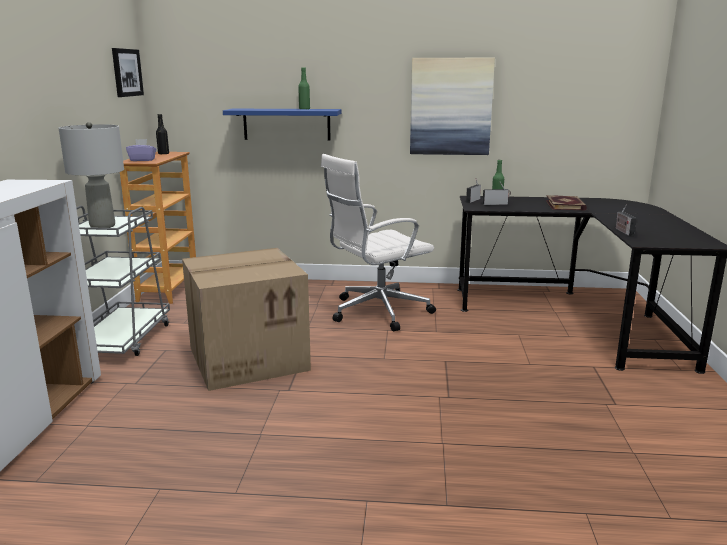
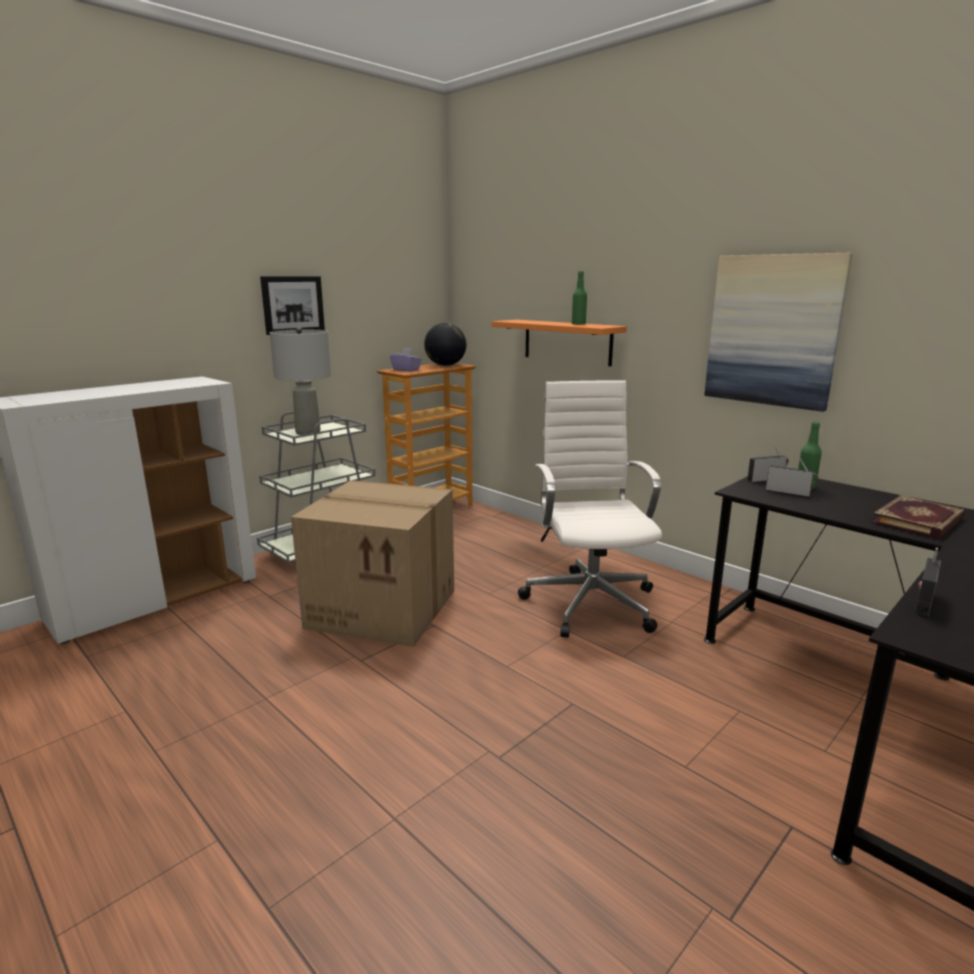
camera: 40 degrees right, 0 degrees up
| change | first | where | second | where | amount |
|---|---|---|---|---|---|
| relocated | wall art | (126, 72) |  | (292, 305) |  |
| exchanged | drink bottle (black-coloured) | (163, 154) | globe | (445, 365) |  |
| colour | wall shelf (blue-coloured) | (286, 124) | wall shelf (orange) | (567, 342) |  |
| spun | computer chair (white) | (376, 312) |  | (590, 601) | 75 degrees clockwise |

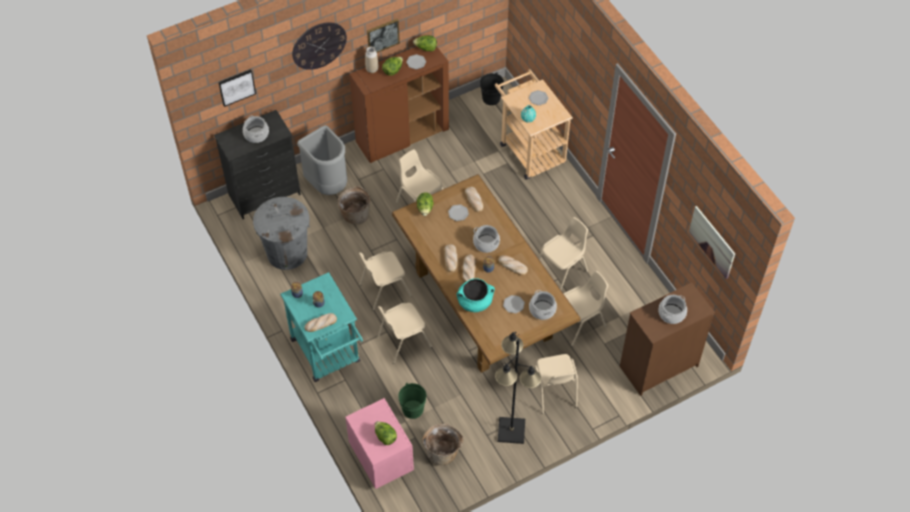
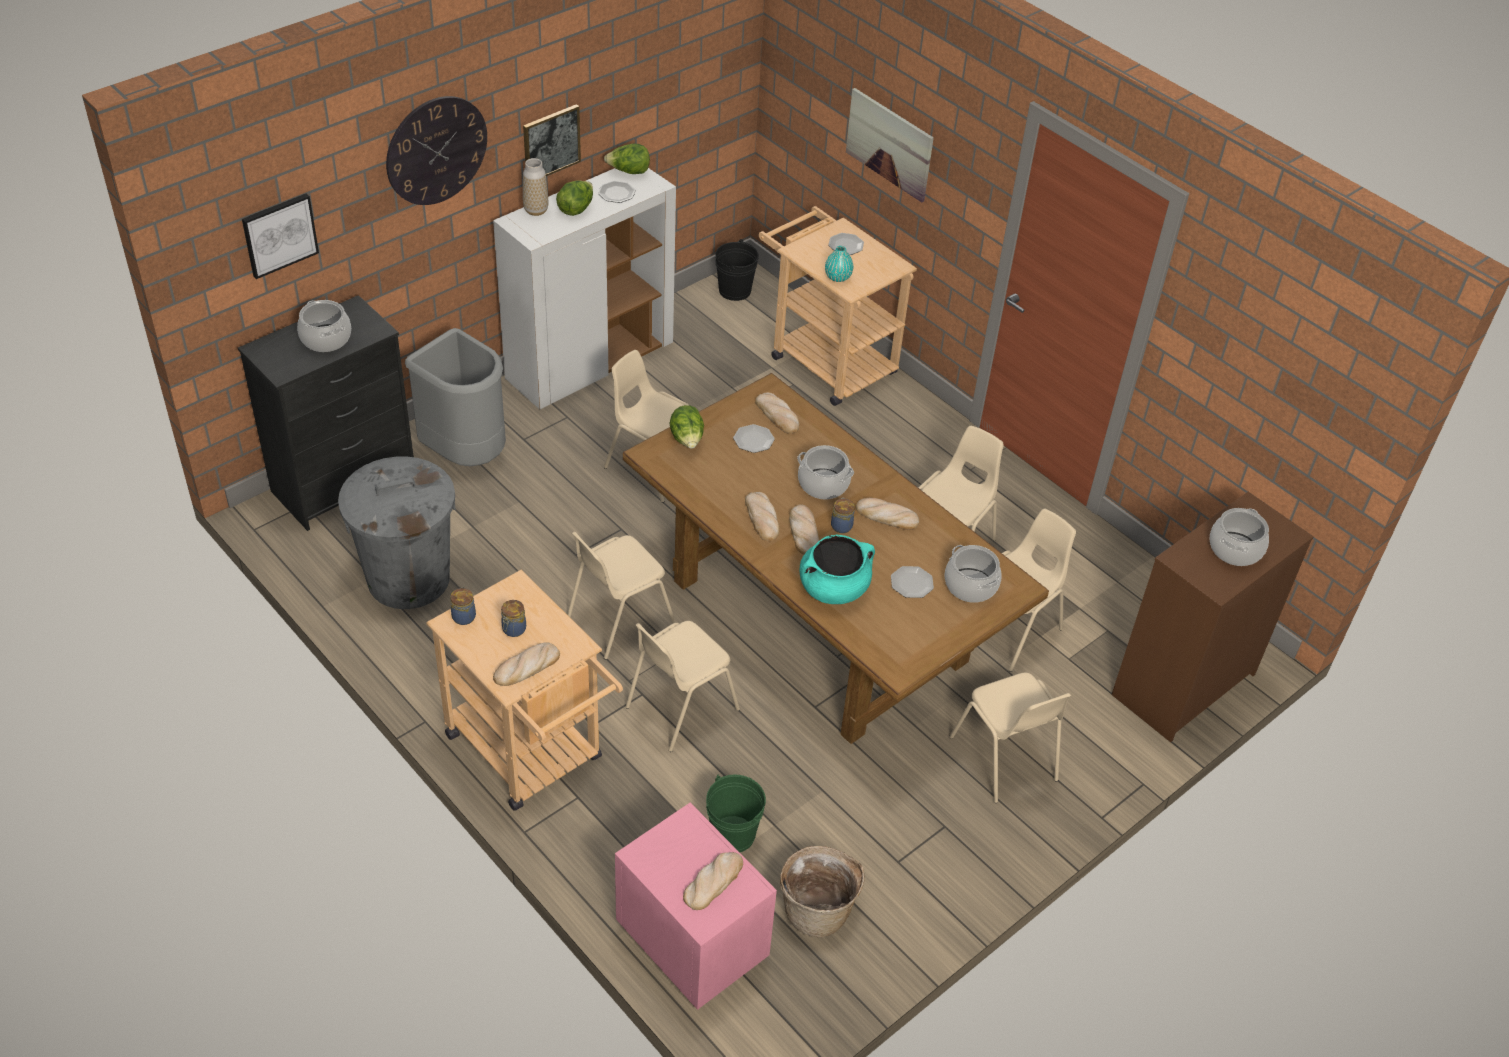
camera: 15 degrees left, 10 degrees down
| change | first | where | second | where | amount |
|---|---|---|---|---|---|
| missing | storage basket | (355, 214) |  |  |  |
| missing | standing lamp (black-coloured) | (511, 430) |  |  |  |
| relocated | wall art | (712, 242) |  | (889, 144) |  |
| exchanged | lettuce | (385, 437) | bread | (713, 882) |  |
| colour | wheeled cart (turquoise) | (328, 355) | wheeled cart (beige) | (532, 755) |  |
| colour | storage cabinet (brown) | (402, 136) | storage cabinet (white) | (590, 362) |  |

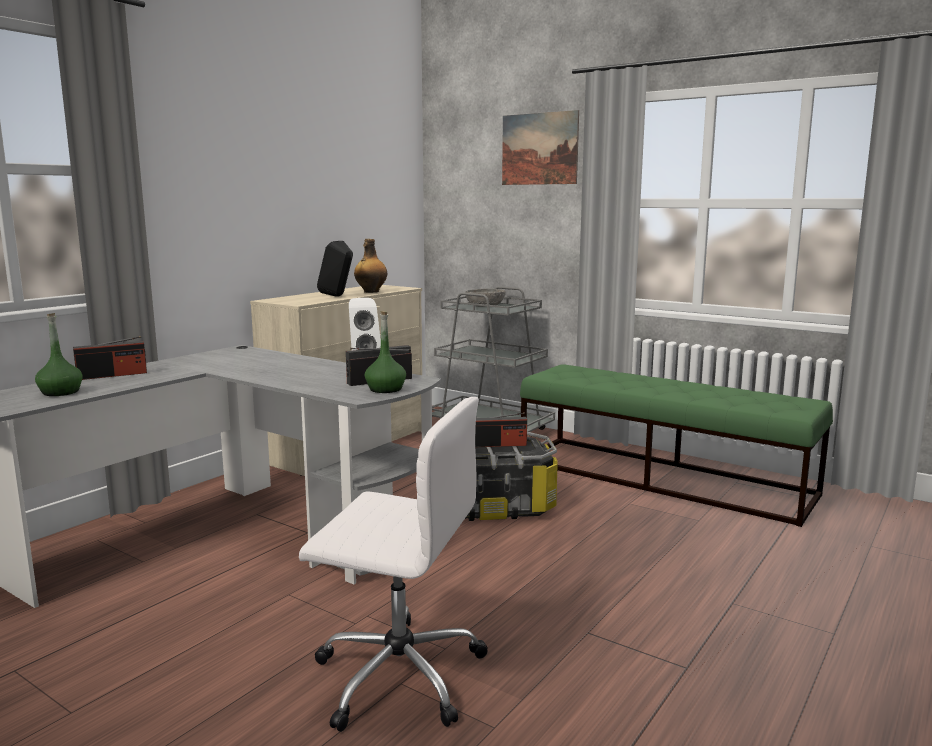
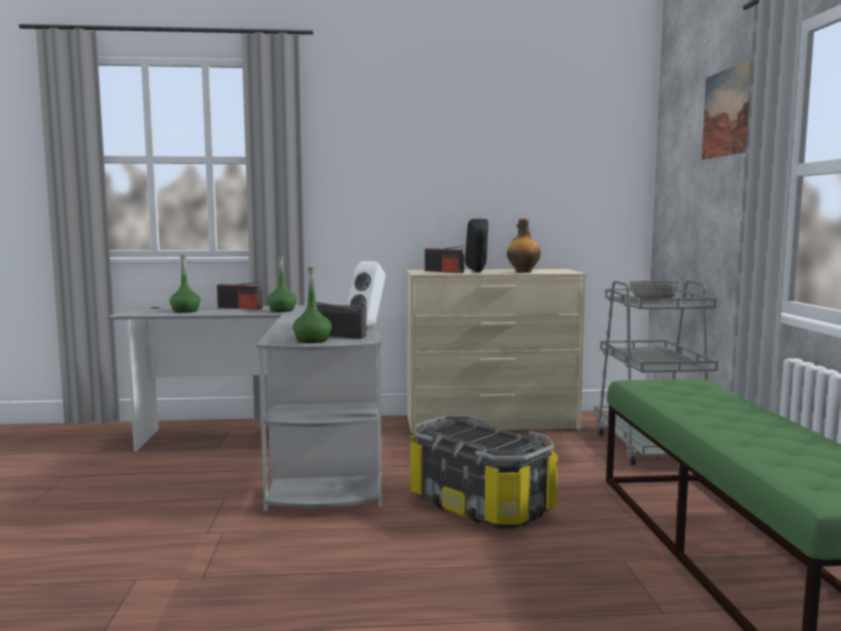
camera: 50 degrees right, 5 degrees down
| change | first | where | second | where | amount |
|---|---|---|---|---|---|
| missing | computer chair (white) | (397, 674) |  |  |  |
| appeared |  |  | drink bottle (green) | (282, 310) |  |
| relocated | radio set | (498, 445) |  | (444, 271) |  |

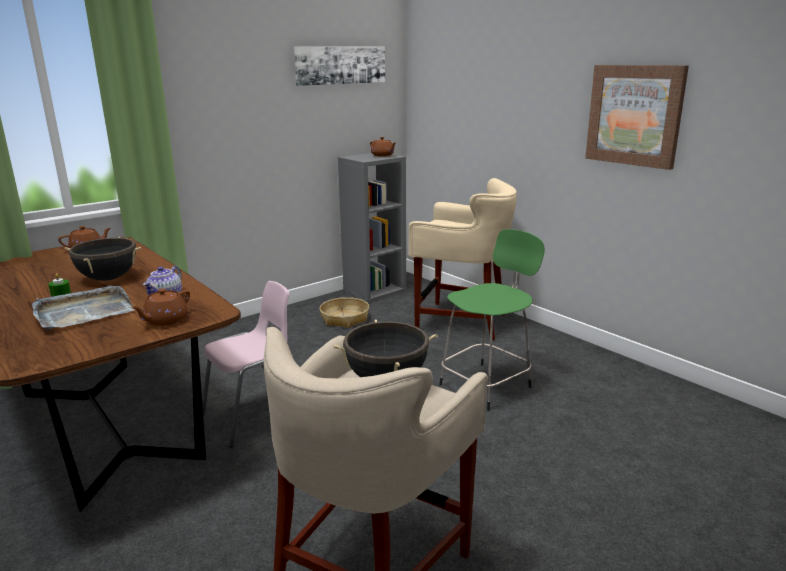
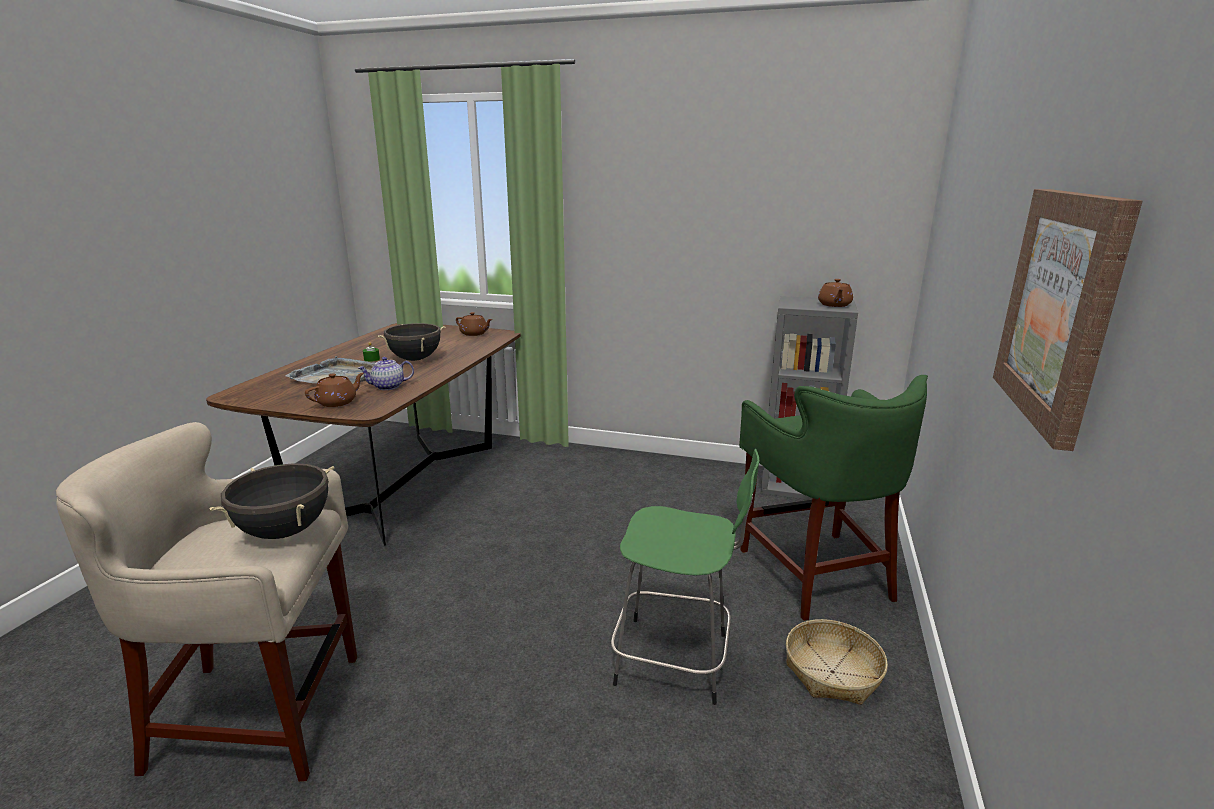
camera: 55 degrees right, 0 degrees up
| change | first | where | second | where | amount |
|---|---|---|---|---|---|
| missing | plain chair (pink-coloured) | (255, 416) |  |  |  |
| missing | wall art | (340, 65) |  |  |  |
| relocated | storage basket | (345, 319) |  | (833, 672) |  |
| colour | stool seat (beige) | (460, 321) | stool seat (green) | (816, 572) |  |
| spun | teapot (brown) | (165, 320) |  | (338, 402) | 135 degrees clockwise |

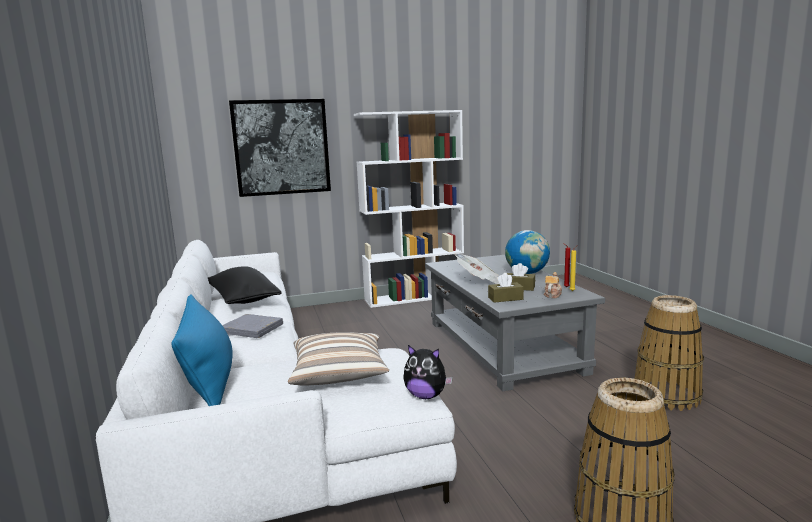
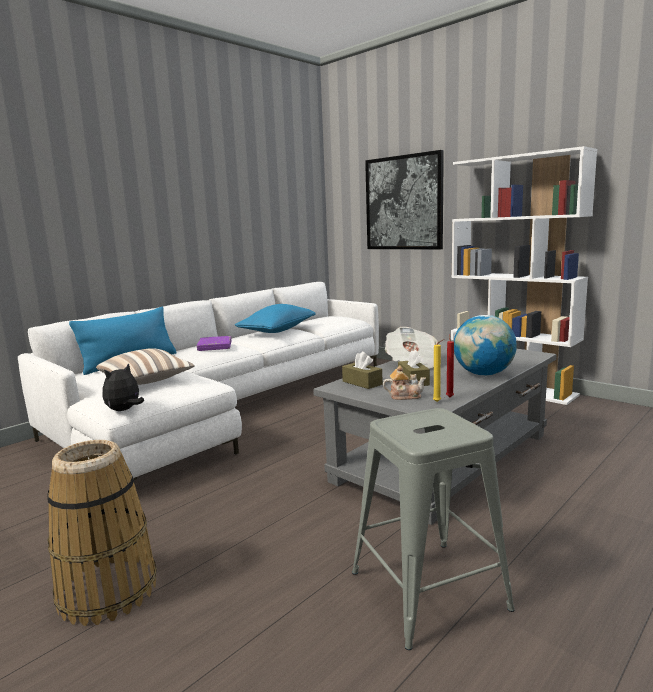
camera: 60 degrees right, 0 degrees up
| change | first | where | second | where | amount |
|---|---|---|---|---|---|
| exchanged | storage basket | (666, 395) | stool seat (greyish) | (428, 591) |  |
| colour | pillow (black-coloured) | (242, 300) | pillow (blue-coloured) | (277, 331) |  |
| colour | book (greyish) | (252, 330) | book (purplish) | (214, 346) |  |
| spun | plush toy | (426, 396) |  | (124, 410) | 45 degrees clockwise |

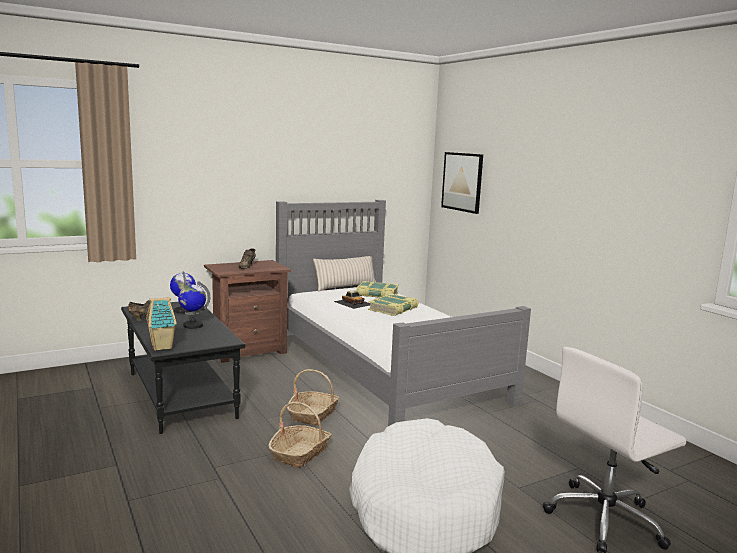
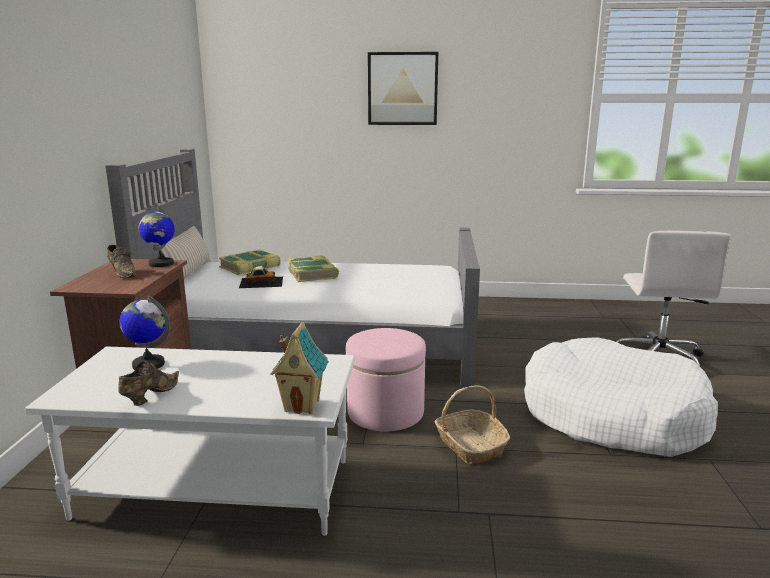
camera: 55 degrees left, 5 degrees up
| change | first | where | second | where | amount |
|---|---|---|---|---|---|
| relocated | globe | (192, 325) |  | (161, 264) |  |
| relocated | wall art | (462, 182) |  | (402, 89) |  |
| exchanged | storage basket | (313, 414) | ottoman (pink-coloured) | (385, 412) |  |
| colour | lounge table (black-coloured) | (179, 395) | lounge table (white) | (214, 490) |  |

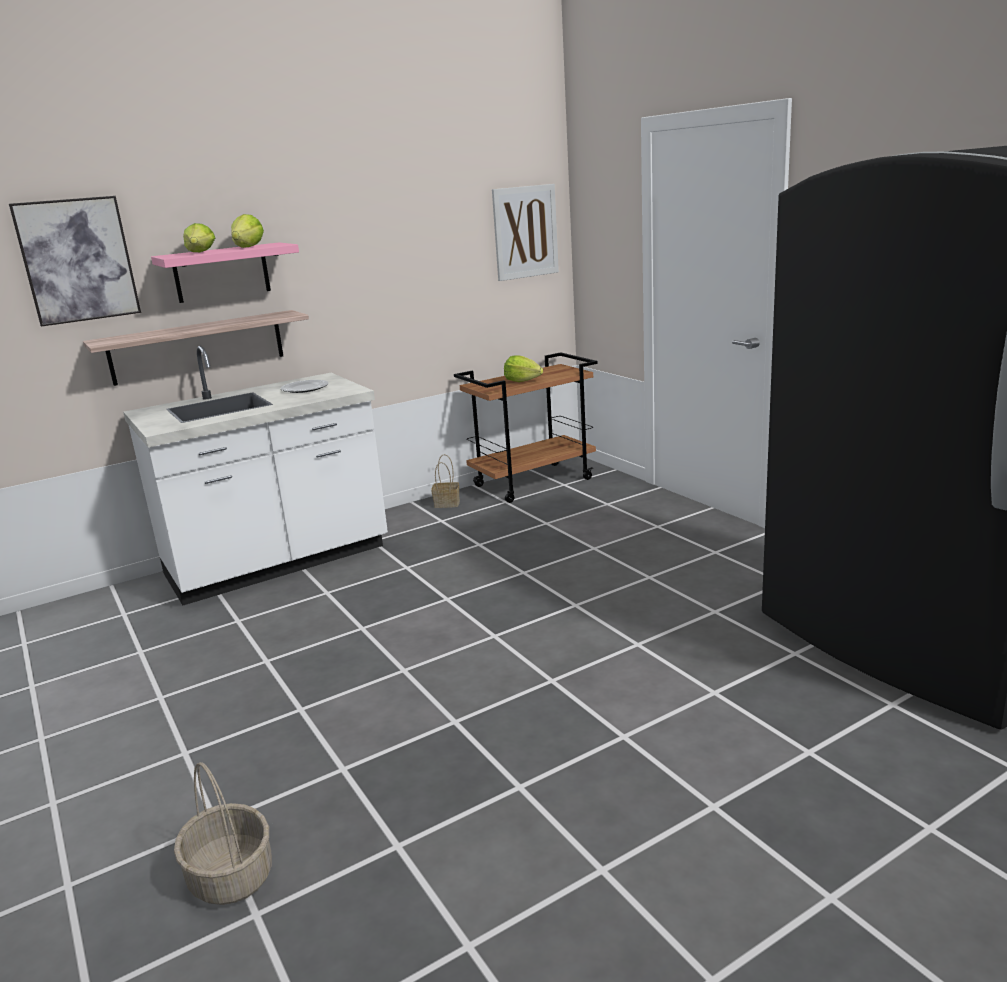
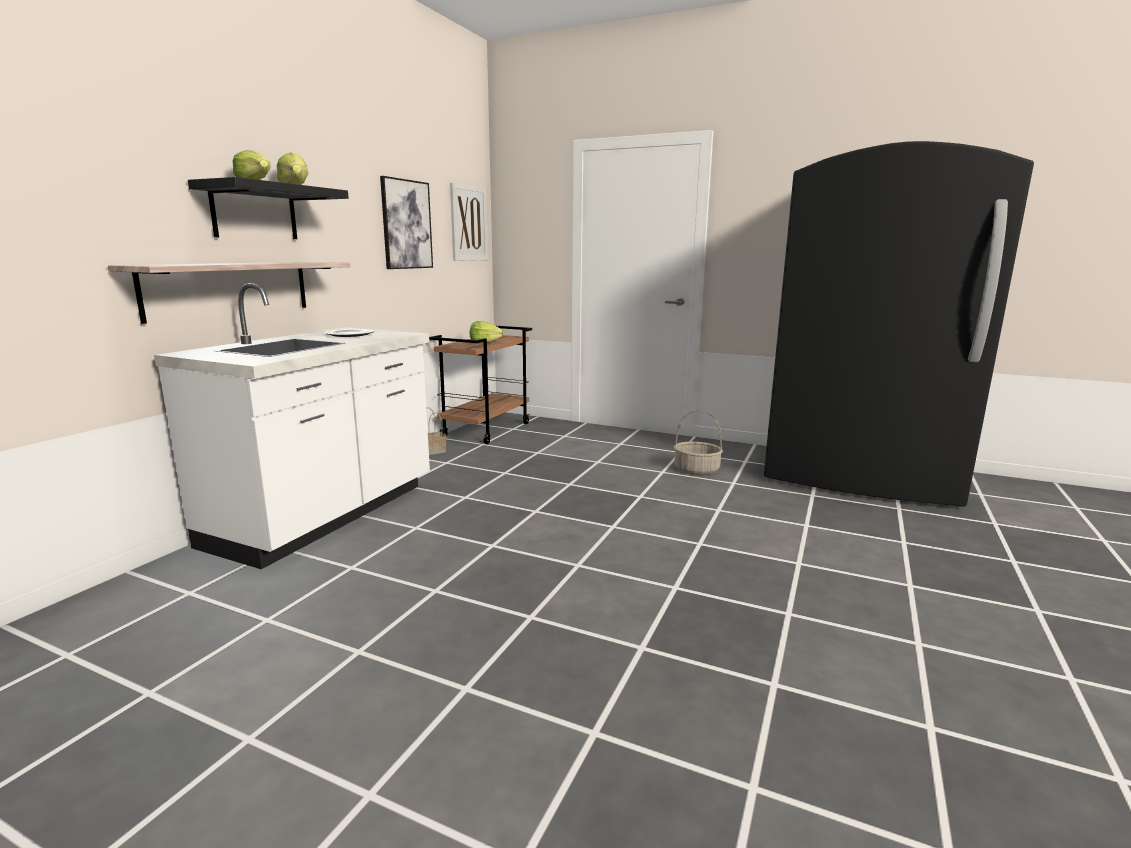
camera: 35 degrees left, 5 degrees down
| change | first | where | second | where | amount |
|---|---|---|---|---|---|
| relocated | wall art | (77, 260) |  | (406, 224) |  |
| relocated | storage basket | (230, 876) |  | (696, 470) |  |
| colour | wall shelf (pink-coloured) | (221, 273) | wall shelf (black-coloured) | (254, 212) |  |

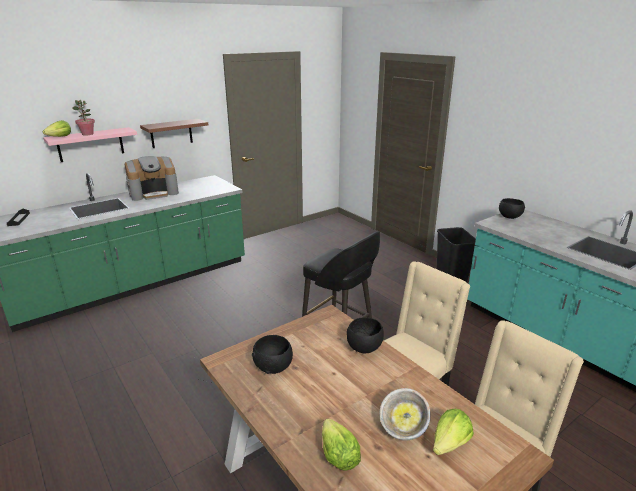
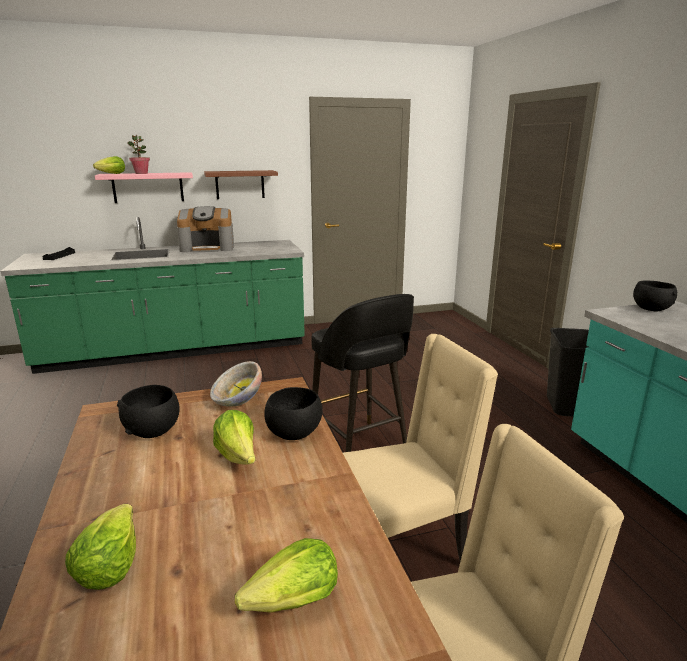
camera: 20 degrees right, 5 degrees down
| change | first | where | second | where | amount |
|---|---|---|---|---|---|
| appeared |  |  | lettuce | (238, 457) |  |
| relocated | bowl | (403, 428) |  | (237, 402) |  |

